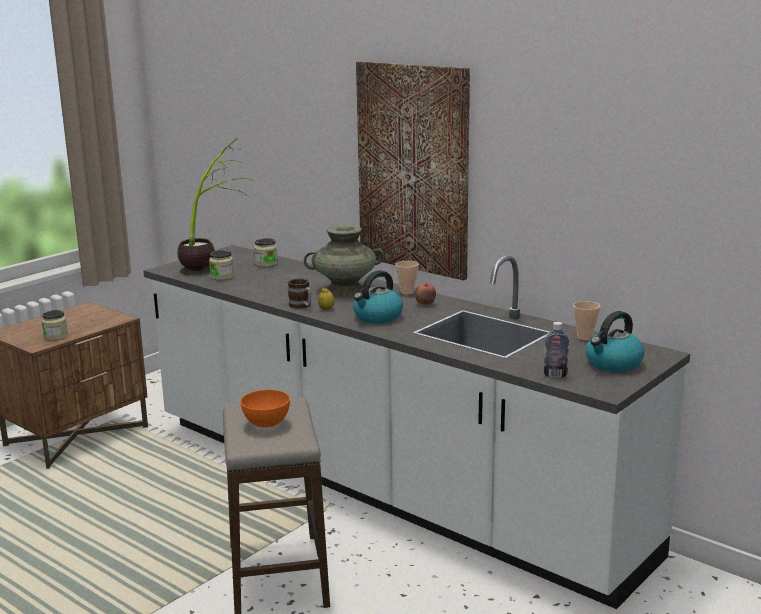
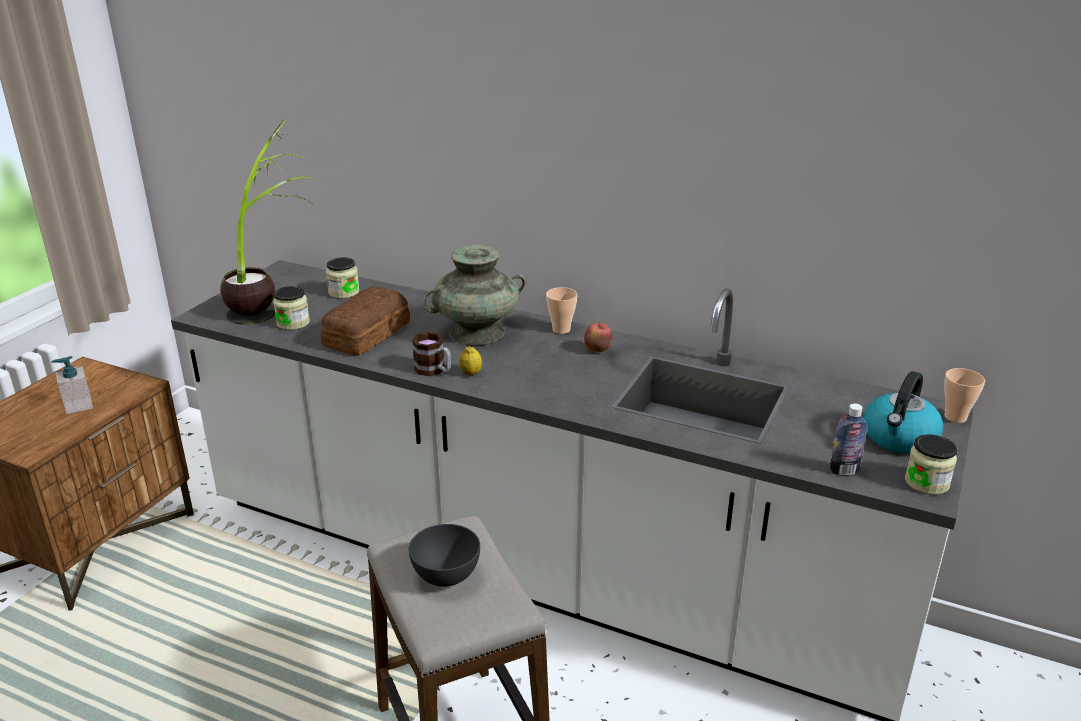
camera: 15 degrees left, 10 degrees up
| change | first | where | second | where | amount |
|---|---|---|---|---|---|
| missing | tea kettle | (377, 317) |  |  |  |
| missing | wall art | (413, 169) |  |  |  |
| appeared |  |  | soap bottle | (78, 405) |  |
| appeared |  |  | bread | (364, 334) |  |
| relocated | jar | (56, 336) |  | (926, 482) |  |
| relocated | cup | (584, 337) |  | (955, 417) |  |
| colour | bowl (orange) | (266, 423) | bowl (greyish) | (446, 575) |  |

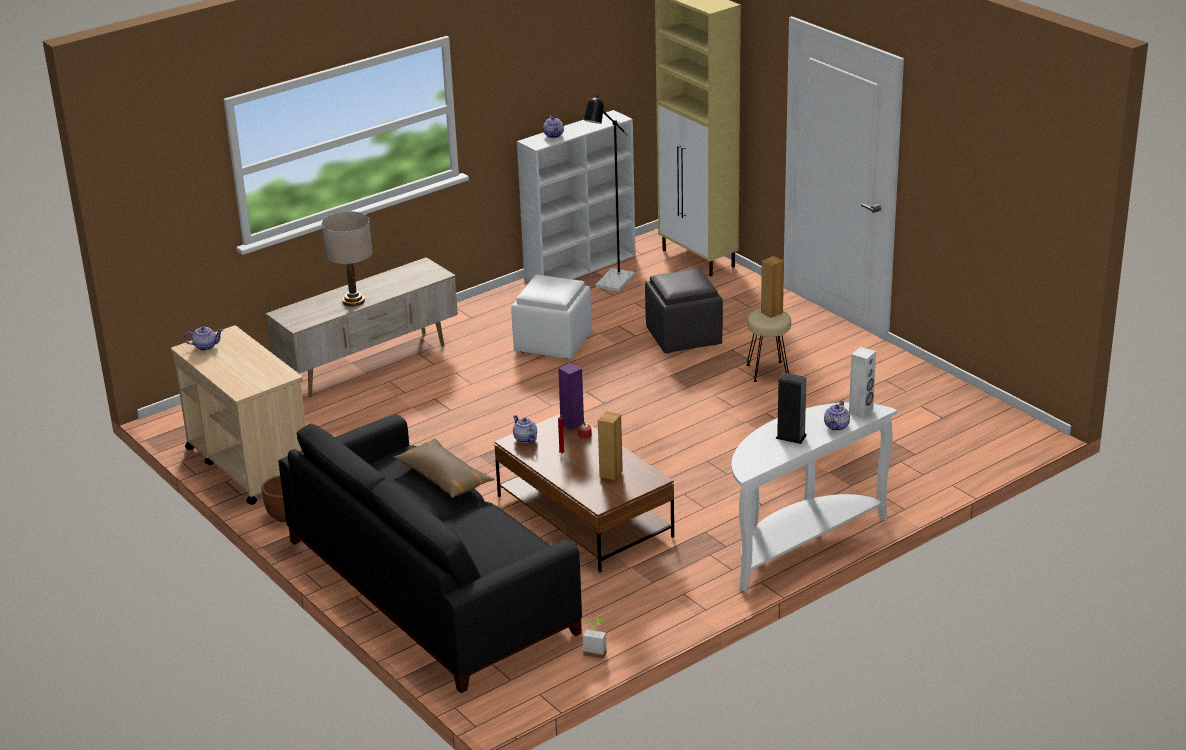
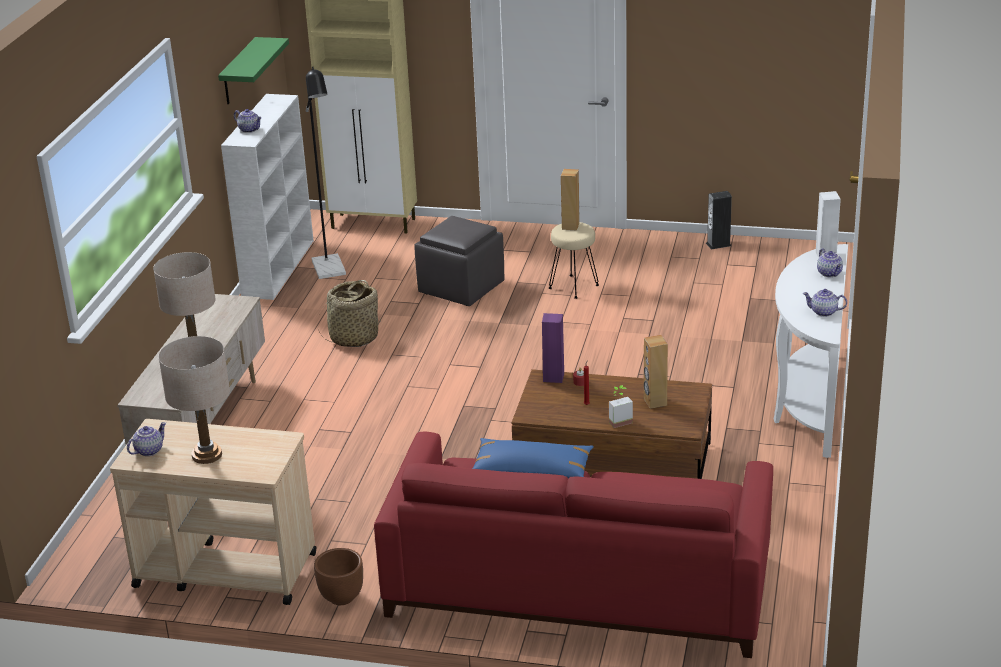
camera: 40 degrees left, 0 degrees up
| change | first | where | second | where | amount |
|---|---|---|---|---|---|
| appeared |  |  | table lamp (beige) | (207, 455) |  |
| appeared |  |  | wall shelf (green) | (239, 72) |  |
| relocated | teapot | (524, 439) |  | (823, 312) |  |
| relocated | plant in a pot | (596, 651) |  | (618, 420) |  |
| relocated | speaker | (791, 436) |  | (718, 244) |  |
| exchanged | ottoman (white) | (552, 342) | storage basket | (353, 337) |  |
| colour | couch (black-coloured) | (431, 585) | couch (reddish) | (578, 584) |  |
| colour | pillow (brown) | (444, 478) | pillow (blue-coloured) | (532, 470) |  |

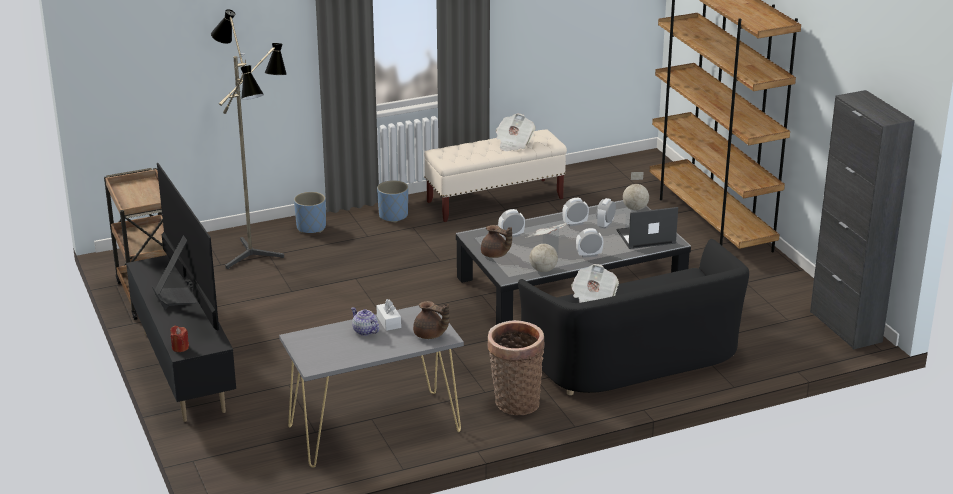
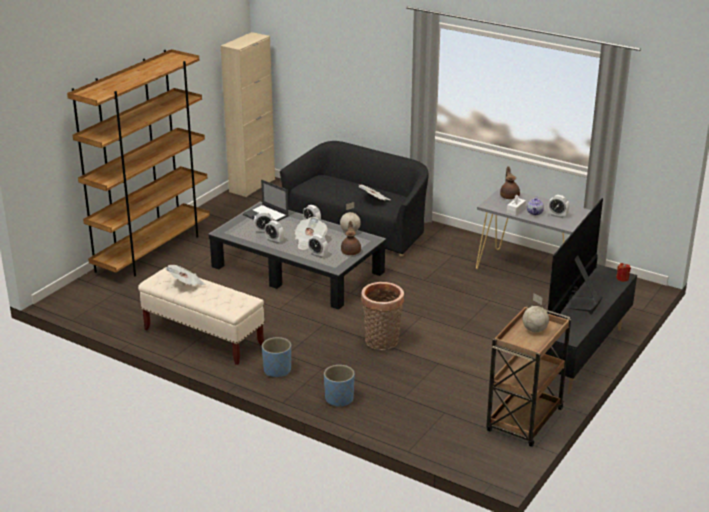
camera: 125 degrees left, 0 degrees up
| change | first | where | second | where | amount |
|---|---|---|---|---|---|
| missing | standing lamp | (257, 253) |  |  |  |
| appeared |  |  | table clock | (557, 215) |  |
| relocated | storage basket | (514, 402) |  | (381, 342) |  |
| relocated | globe | (635, 209) |  | (534, 330) |  |
| colour | storage cabinet (black-coloured) | (845, 327) | storage cabinet (beige) | (252, 185) |  |

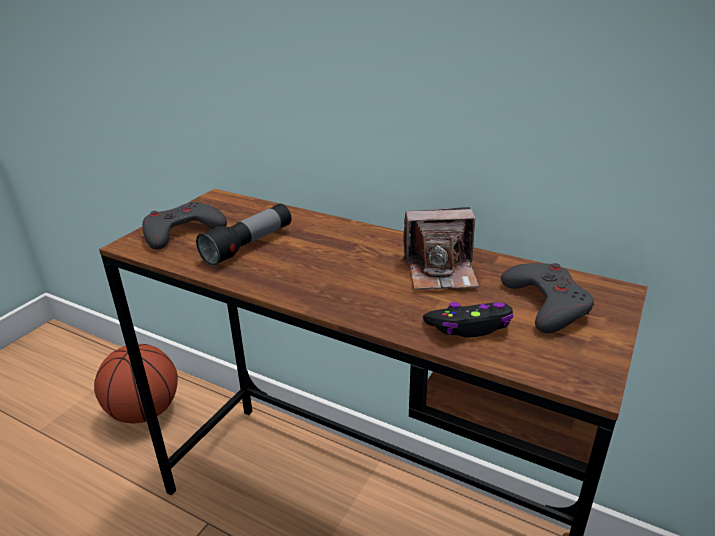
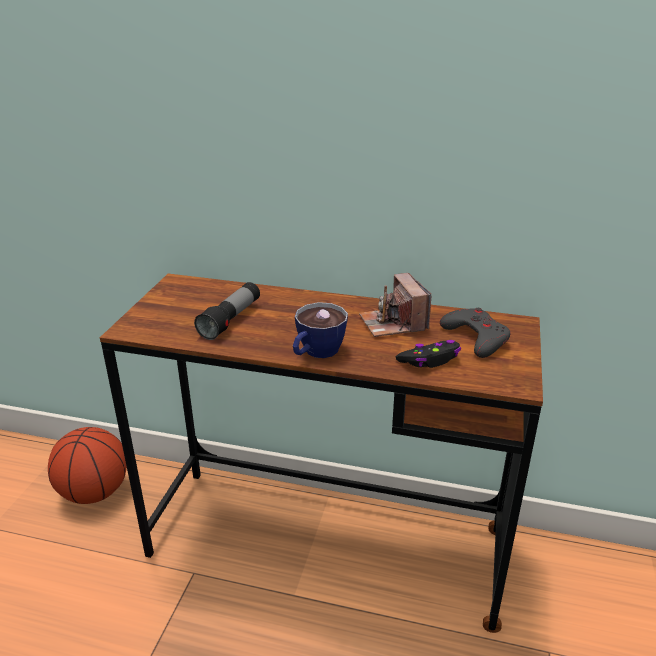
camera: 15 degrees left, 0 degrees up
| change | first | where | second | where | amount |
|---|---|---|---|---|---|
| missing | gamepad (greyish) | (182, 231) |  |  |  |
| appeared |  |  | cup | (316, 353) |  |
| spun | still camera | (441, 271) |  | (393, 323) | 90 degrees clockwise |

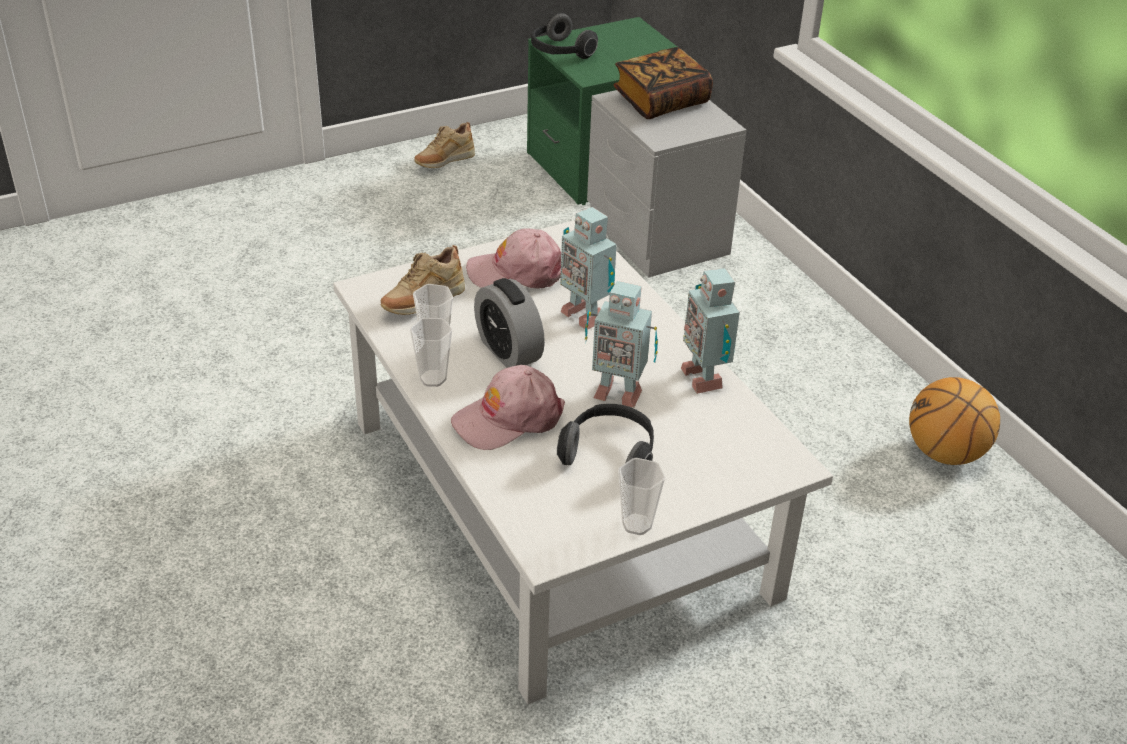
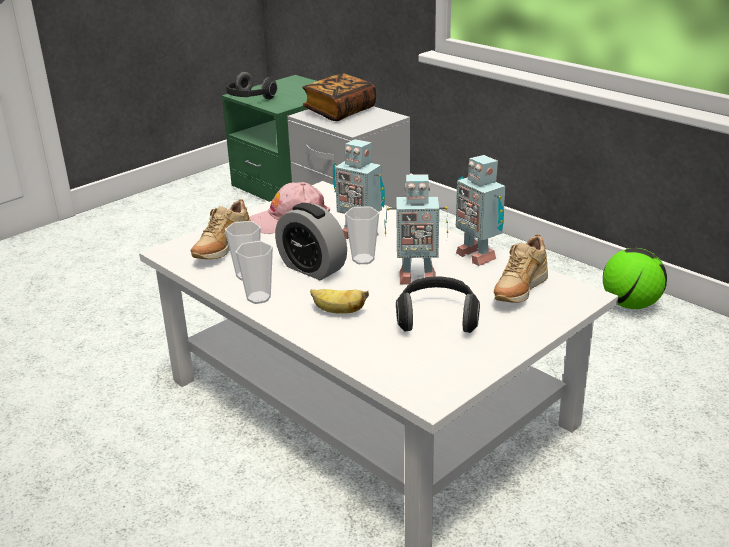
camera: 15 degrees left, 10 degrees down
| change | first | where | second | where | amount |
|---|---|---|---|---|---|
| relocated | item of footwear (beige) | (444, 162) |  | (519, 292) |  |
| relocated | cup | (637, 524) |  | (363, 259) |  |
| exchanged | baseball cap (pink-coloured) | (508, 418) | whole banana | (338, 311) |  |
| exchanged | basketball | (945, 453) | football | (631, 304) |  |

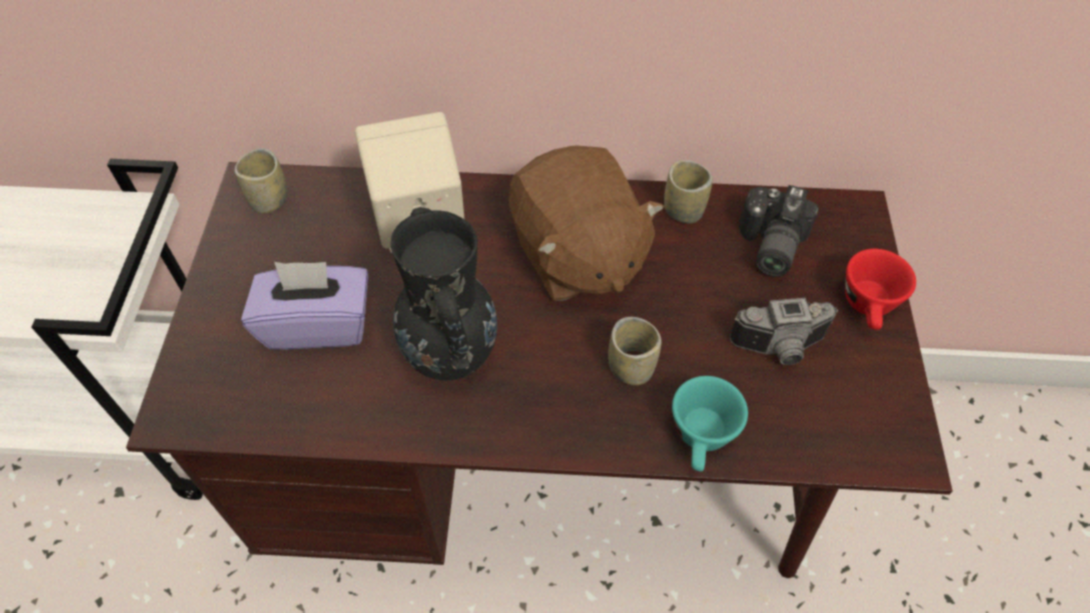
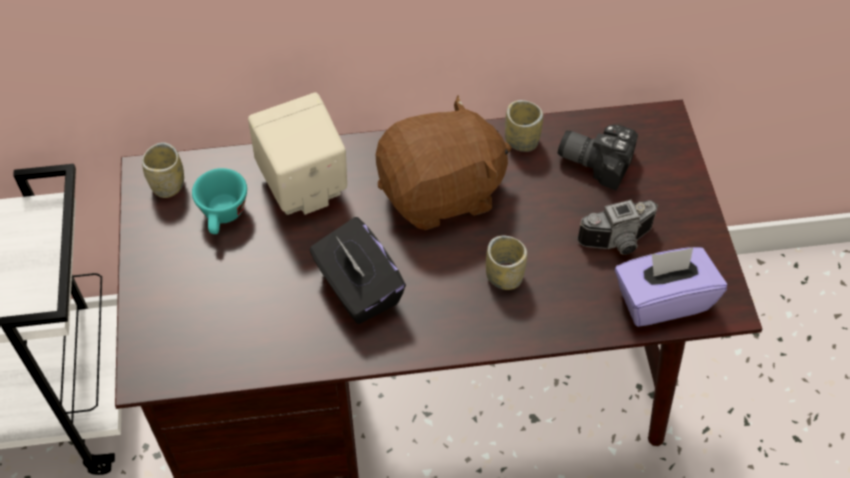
camera: 10 degrees left, 0 degrees up
| change | first | where | second | where | amount |
|---|---|---|---|---|---|
| missing | cup (reddish) | (868, 307) |  |  |  |
| relocated | tissue holder (purplish) | (318, 324) |  | (662, 300) |  |
| relocated | cup (turquoise) | (702, 439) |  | (223, 216) |  |
| exchanged | decorative vase (black-coloured) | (451, 353) | tissue holder (black-coloured) | (358, 289) |  |
| spun | plush toy (brown) | (576, 256) |  | (441, 193) | 75 degrees counterclockwise |
| spun | still camera | (768, 245) |  | (595, 159) | 105 degrees clockwise |

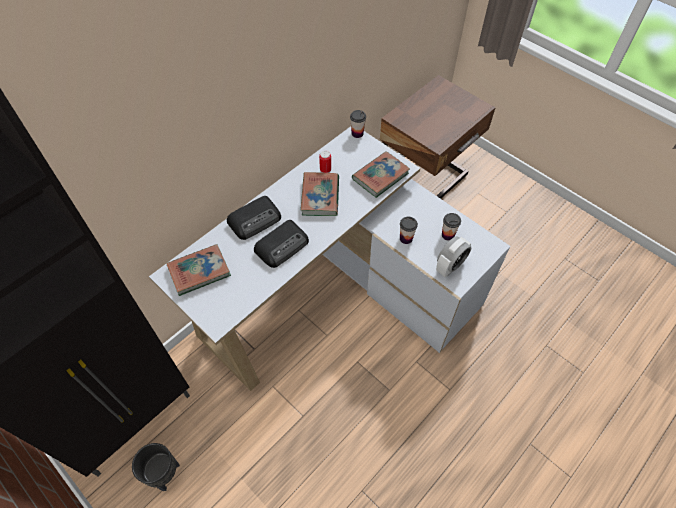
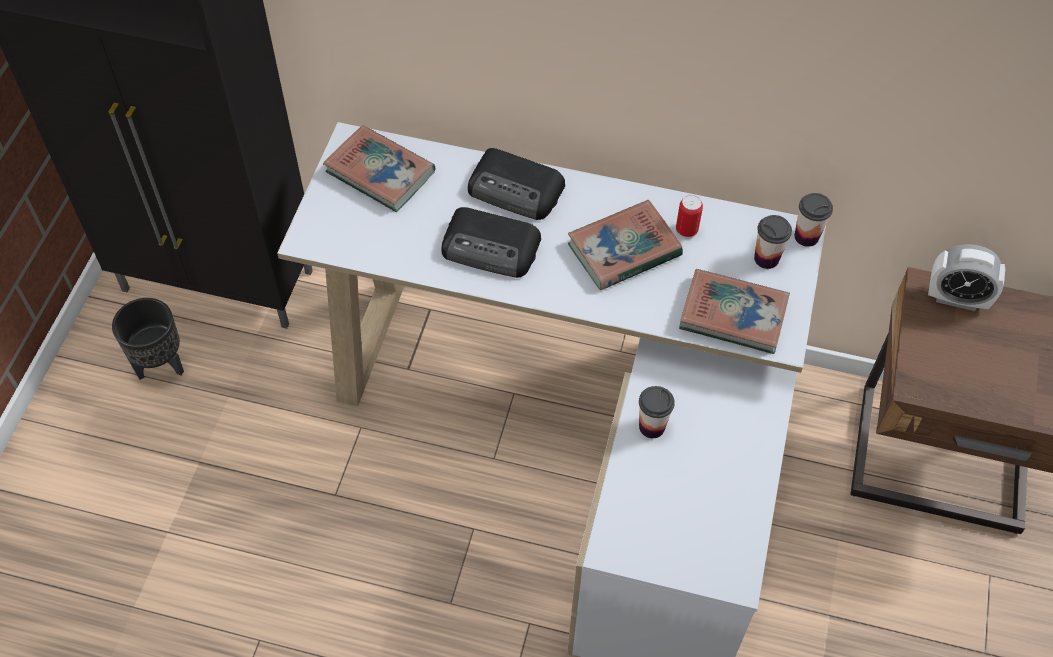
camera: 60 degrees right, 0 degrees up
| change | first | where | second | where | amount |
|---|---|---|---|---|---|
| relocated | table clock | (450, 266) |  | (956, 298) |  |
| relocated | cup | (448, 235) |  | (766, 258) |  |

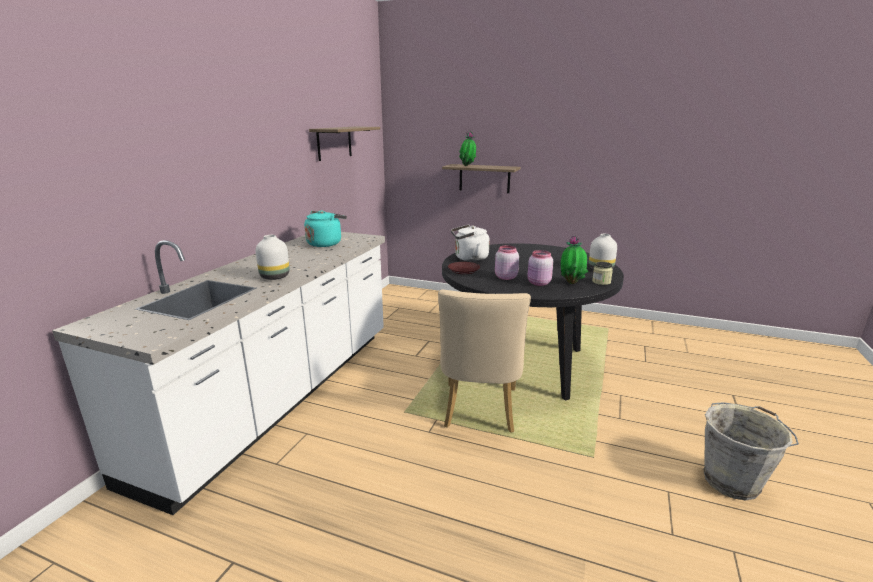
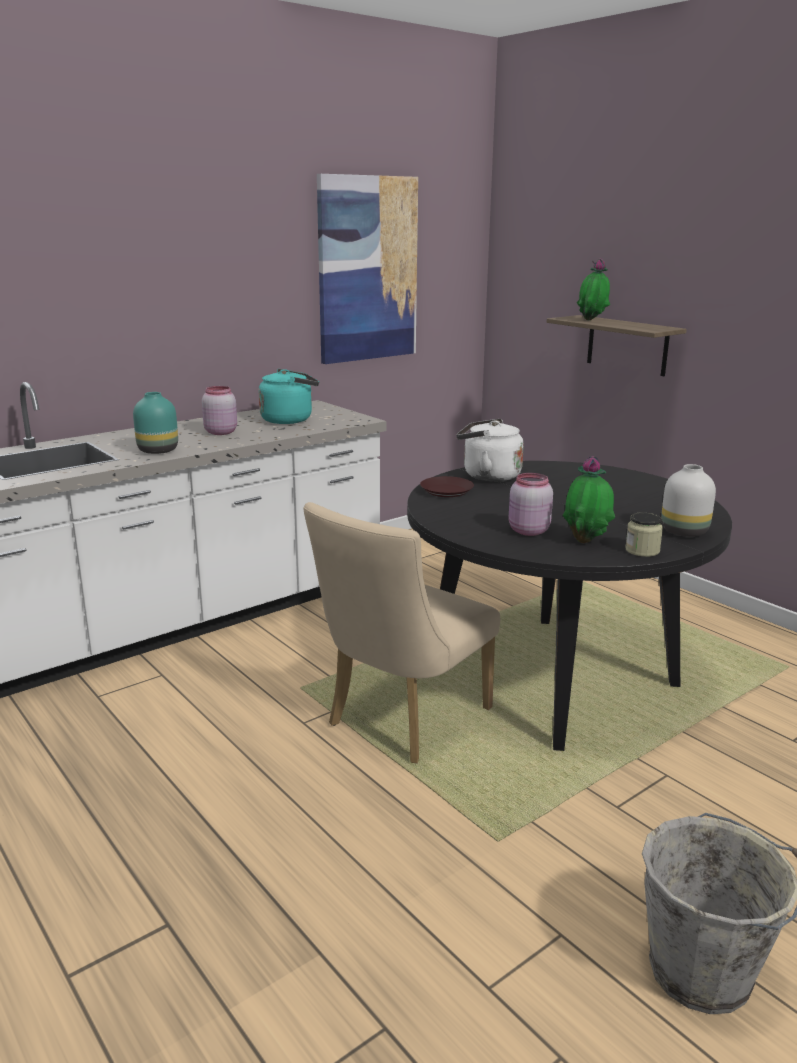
camera: 30 degrees right, 0 degrees up
| change | first | where | second | where | amount |
|---|---|---|---|---|---|
| relocated | jar (pink-coloured) | (505, 277) |  | (220, 432) |  |
| exchanged | wall shelf | (334, 143) | wall art | (367, 269) |  |
| colour | decorative vase (white) | (275, 277) | decorative vase (turquoise) | (157, 451) |  |

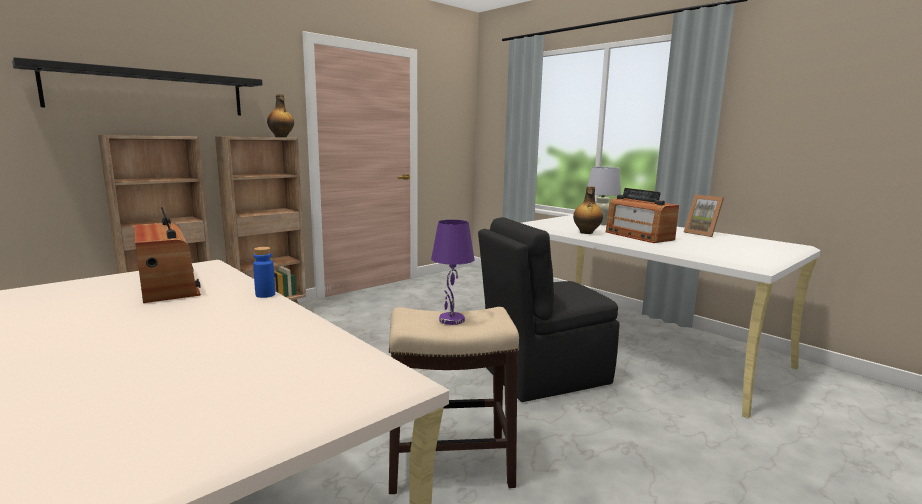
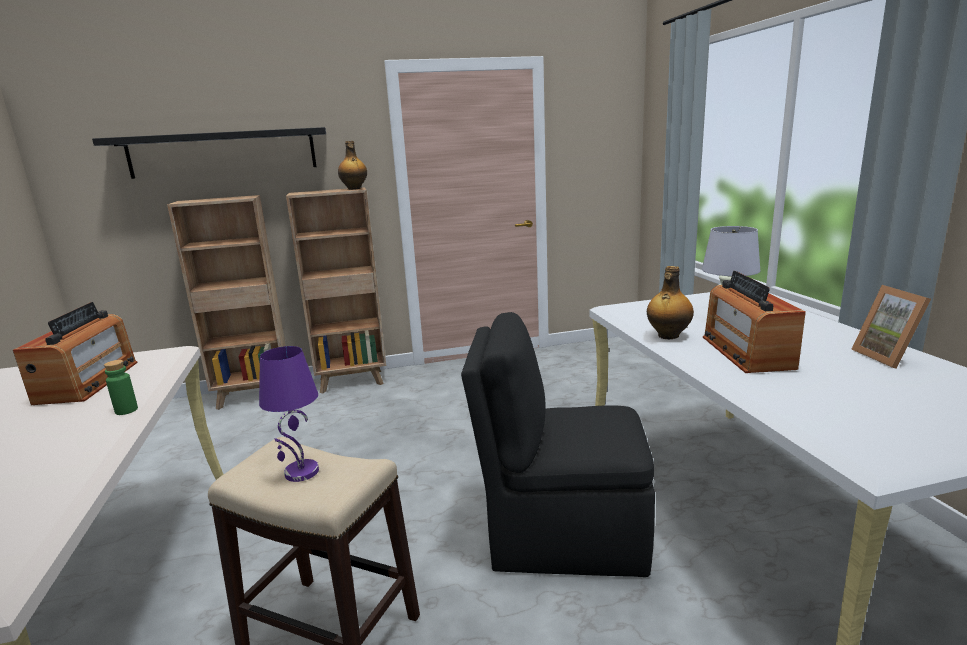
camera: 30 degrees right, 5 degrees up
| change | first | where | second | where | amount |
|---|---|---|---|---|---|
| colour | drink bottle (blue-coloured) | (265, 295) | drink bottle (green) | (126, 410) |  |

